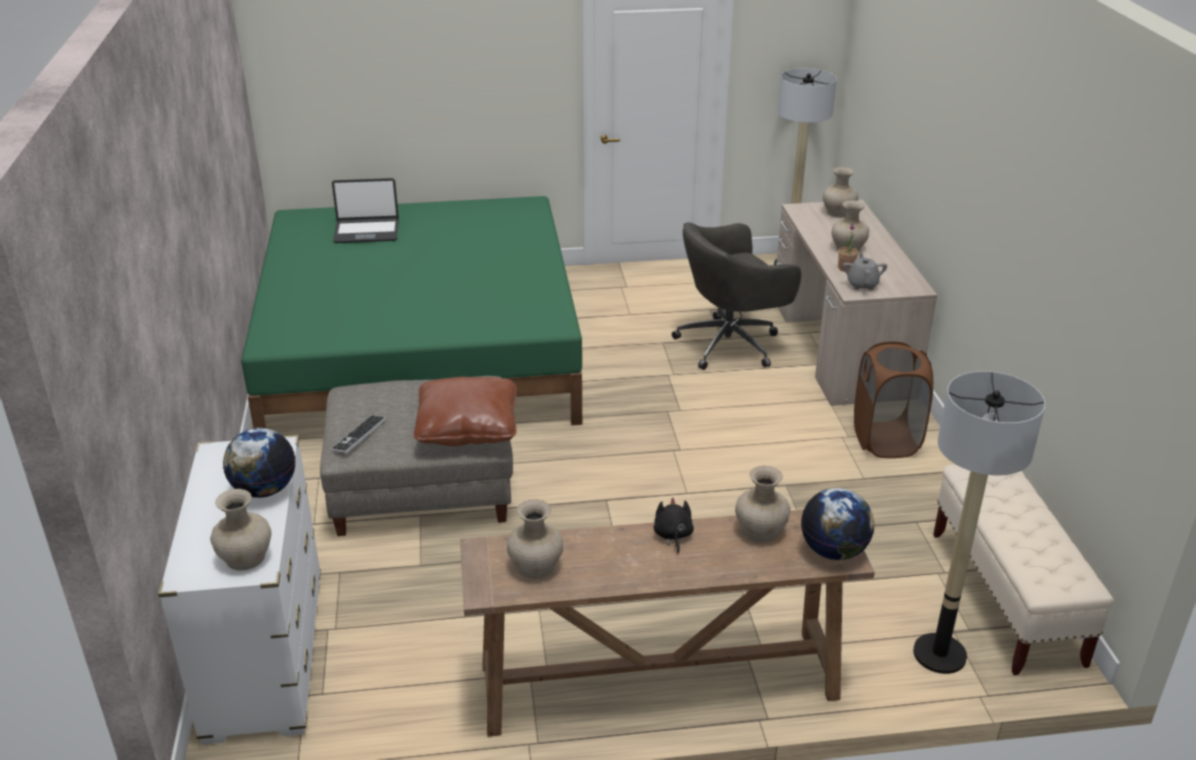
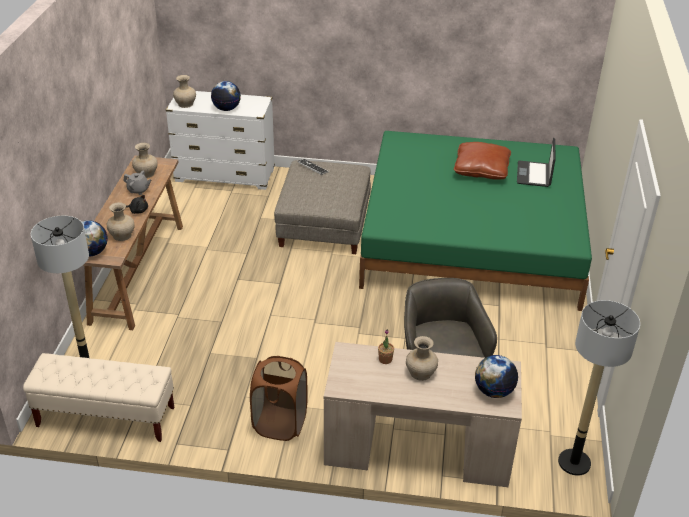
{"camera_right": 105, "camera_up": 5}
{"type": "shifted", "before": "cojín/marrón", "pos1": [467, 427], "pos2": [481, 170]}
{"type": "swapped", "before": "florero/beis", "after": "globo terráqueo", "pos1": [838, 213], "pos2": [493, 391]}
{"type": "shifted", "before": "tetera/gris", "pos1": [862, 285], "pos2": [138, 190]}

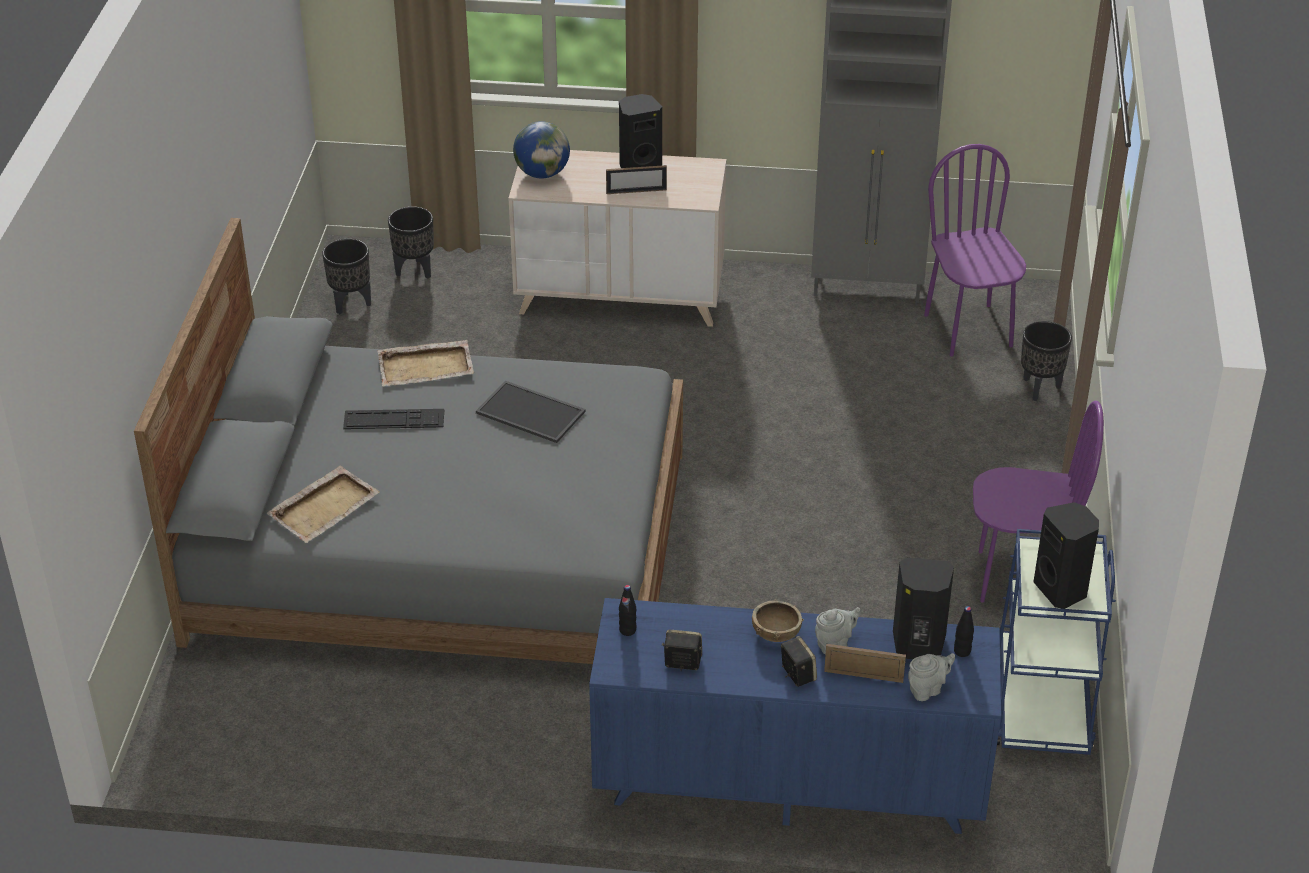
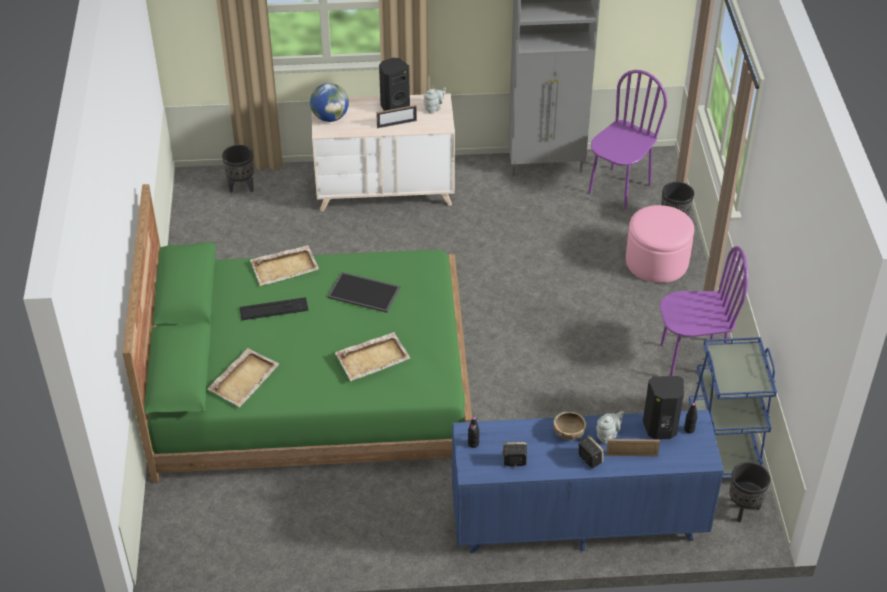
{"camera_right": -10, "camera_up": 5}
{"type": "repainted", "before": "cama/gris", "after": "cama/verde", "pos1": [440, 545], "pos2": [310, 386]}
{"type": "shifted", "before": "maceta/negro", "pos1": [351, 303], "pos2": [743, 509]}
{"type": "shifted", "before": "tetera/gris", "pos1": [927, 689], "pos2": [434, 108]}
{"type": "rotated", "before": "silla/morado", "pos1": [969, 330], "pos2": [619, 188], "turn": 60}
{"type": "gone", "before": "altavoz/negro", "pos1": [1062, 590]}
{"type": "new", "after": "bandeja/beis", "pos2": [373, 358]}
{"type": "new", "after": "puf/rosa", "pos2": [657, 261]}

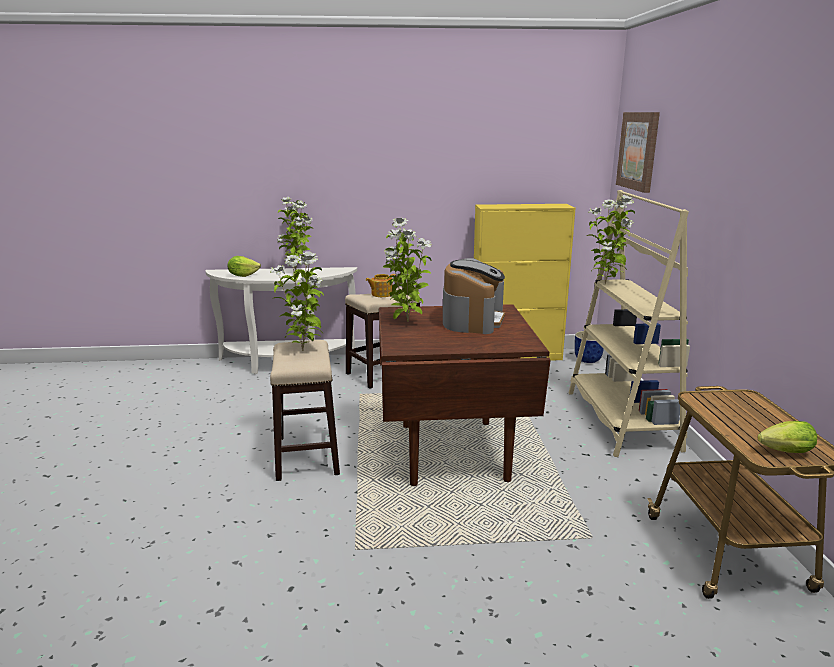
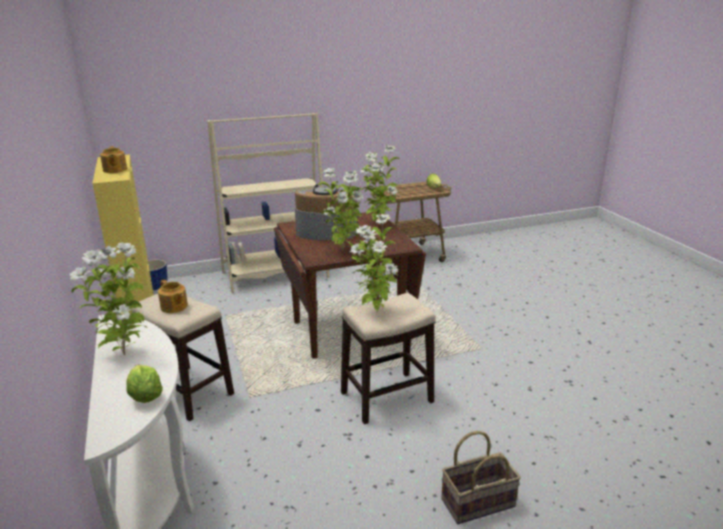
{"camera_right": -105, "camera_up": 5}
{"type": "shifted", "before": "planta en maceta", "pos1": [606, 284], "pos2": [378, 224]}
{"type": "gone", "before": "cuadro", "pos1": [638, 151]}
{"type": "new", "after": "tetera", "pos2": [114, 170]}
{"type": "new", "after": "cesta", "pos2": [477, 501]}

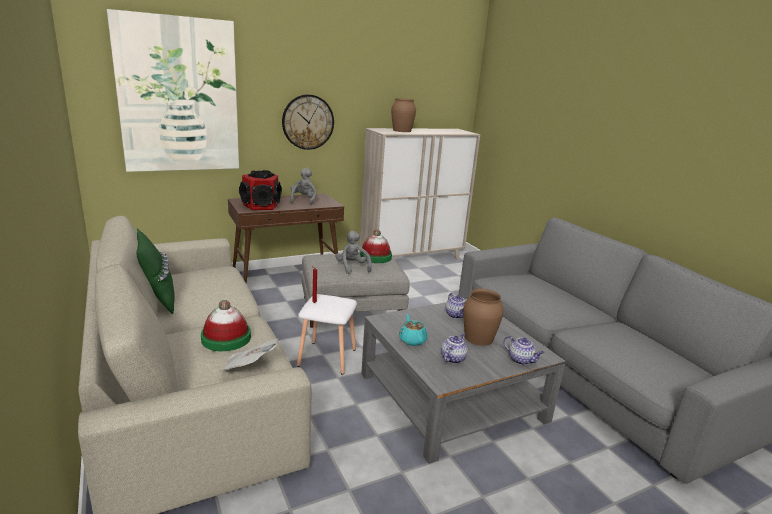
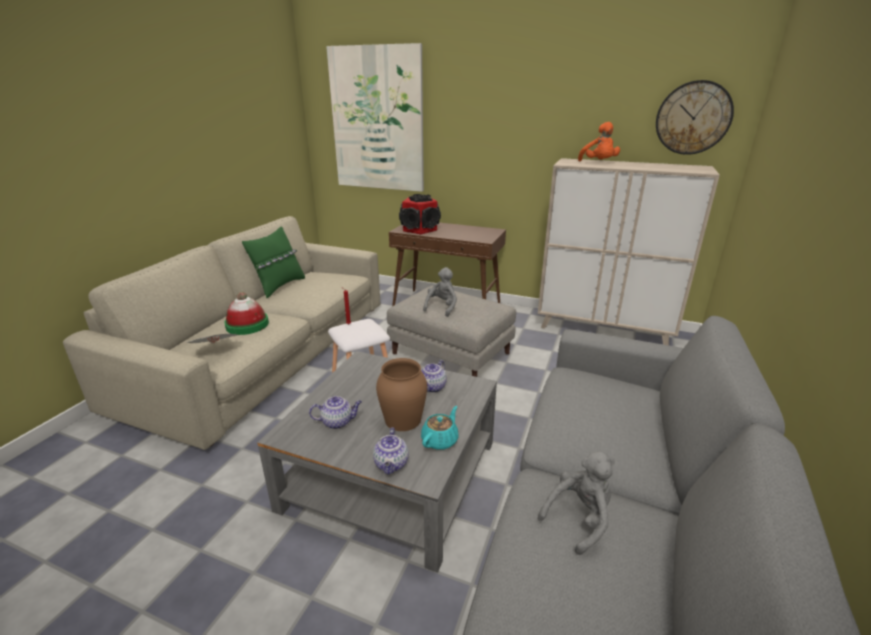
{"camera_right": 50, "camera_up": 5}
{"type": "shifted", "before": "reloj de pared", "pos1": [308, 122], "pos2": [693, 118]}
{"type": "shifted", "before": "peluche/gris", "pos1": [303, 200], "pos2": [579, 518]}
{"type": "gone", "before": "sombrero", "pos1": [375, 257]}
{"type": "swapped", "before": "florero/marrón", "after": "peluche/naranja", "pos1": [402, 130], "pos2": [598, 163]}
{"type": "shifted", "before": "tetera/turquesa", "pos1": [412, 340], "pos2": [440, 440]}

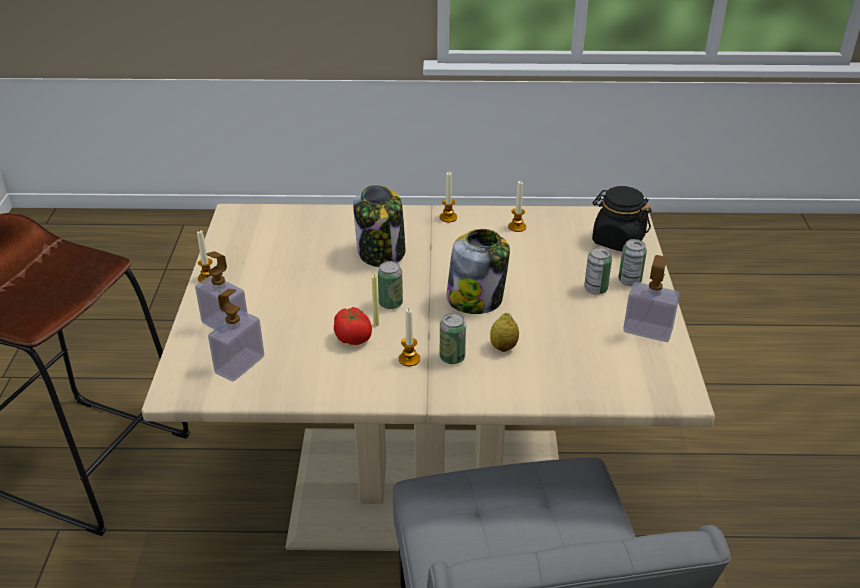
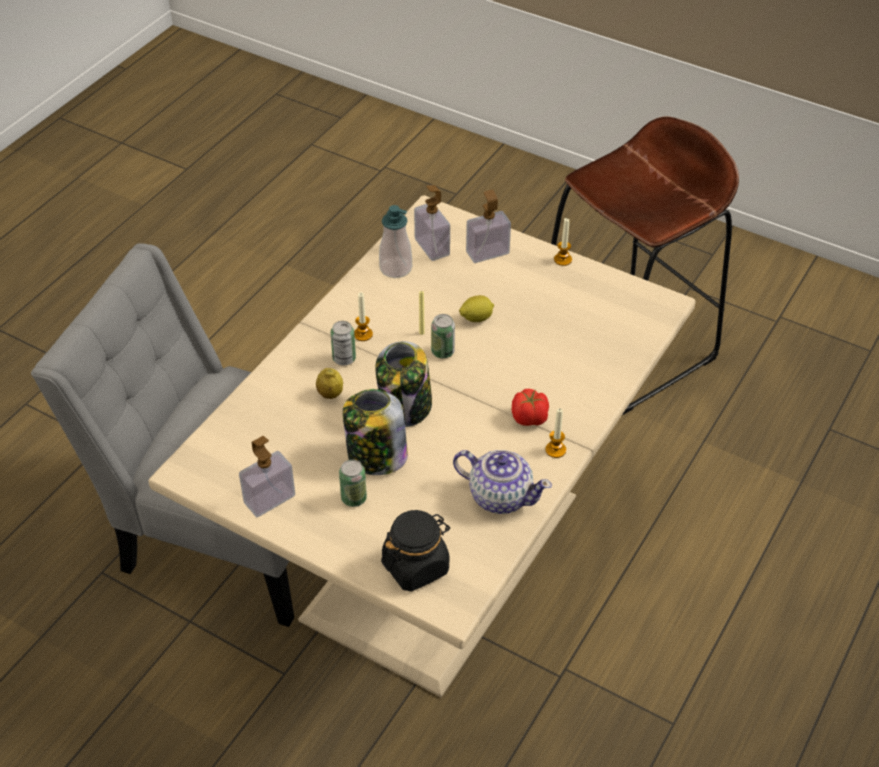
{"camera_right": 120, "camera_up": 10}
{"type": "shifted", "before": "tomate", "pos1": [353, 338], "pos2": [530, 418]}
{"type": "shifted", "before": "tarro", "pos1": [381, 253], "pos2": [376, 457]}
{"type": "swapped", "before": "vela", "after": "tetera", "pos1": [517, 227], "pos2": [500, 496]}
{"type": "gone", "before": "lata", "pos1": [629, 281]}
{"type": "new", "after": "dispensador de jabón", "pos2": [395, 268]}
{"type": "new", "after": "limón", "pos2": [476, 318]}

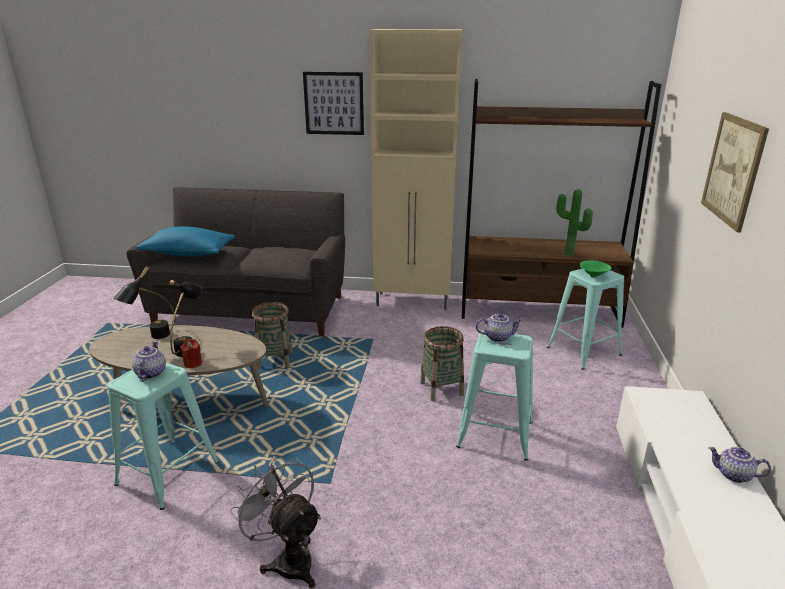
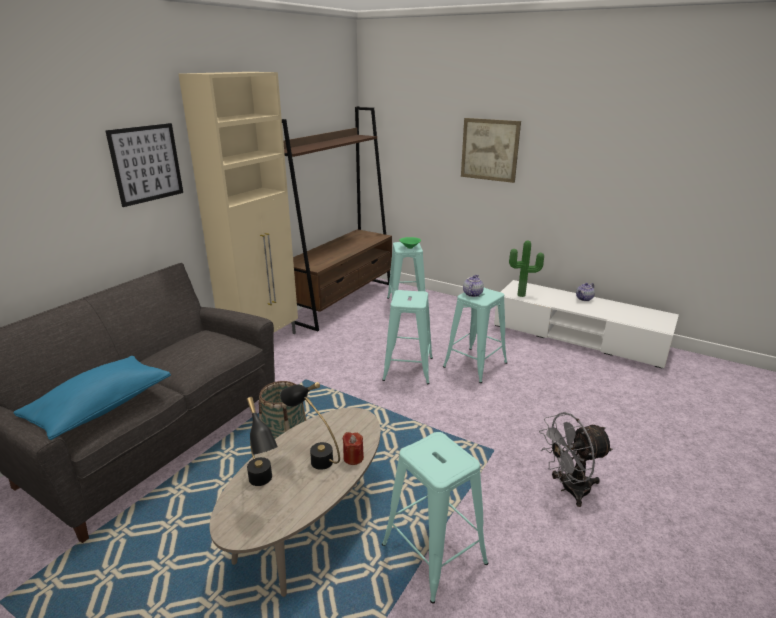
{"camera_right": -65, "camera_up": 0}
{"type": "gone", "before": "tetera", "pos1": [150, 373]}
{"type": "swapped", "before": "cesta", "after": "taburete/turquesa", "pos1": [441, 388], "pos2": [408, 369]}
{"type": "shifted", "before": "planta en maceta", "pos1": [568, 254], "pos2": [522, 295]}

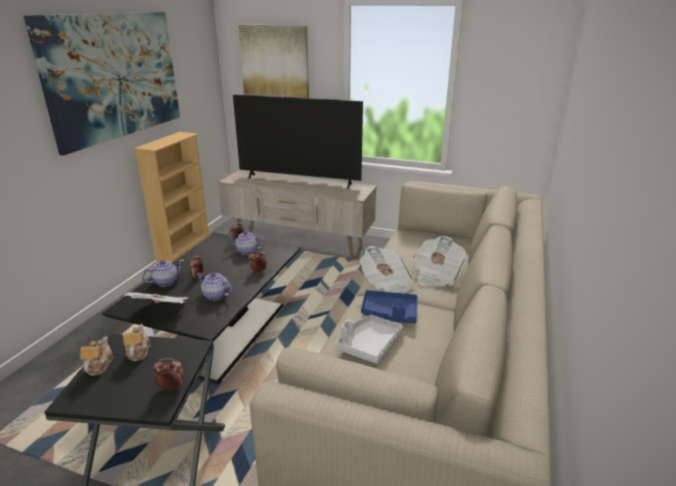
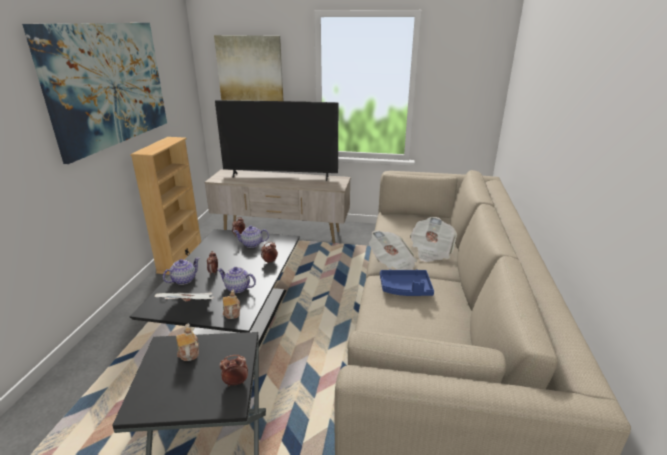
{"camera_right": -10, "camera_up": 0}
{"type": "shifted", "before": "tetera", "pos1": [98, 366], "pos2": [232, 312]}
{"type": "gone", "before": "bandeja/gris", "pos1": [369, 344]}

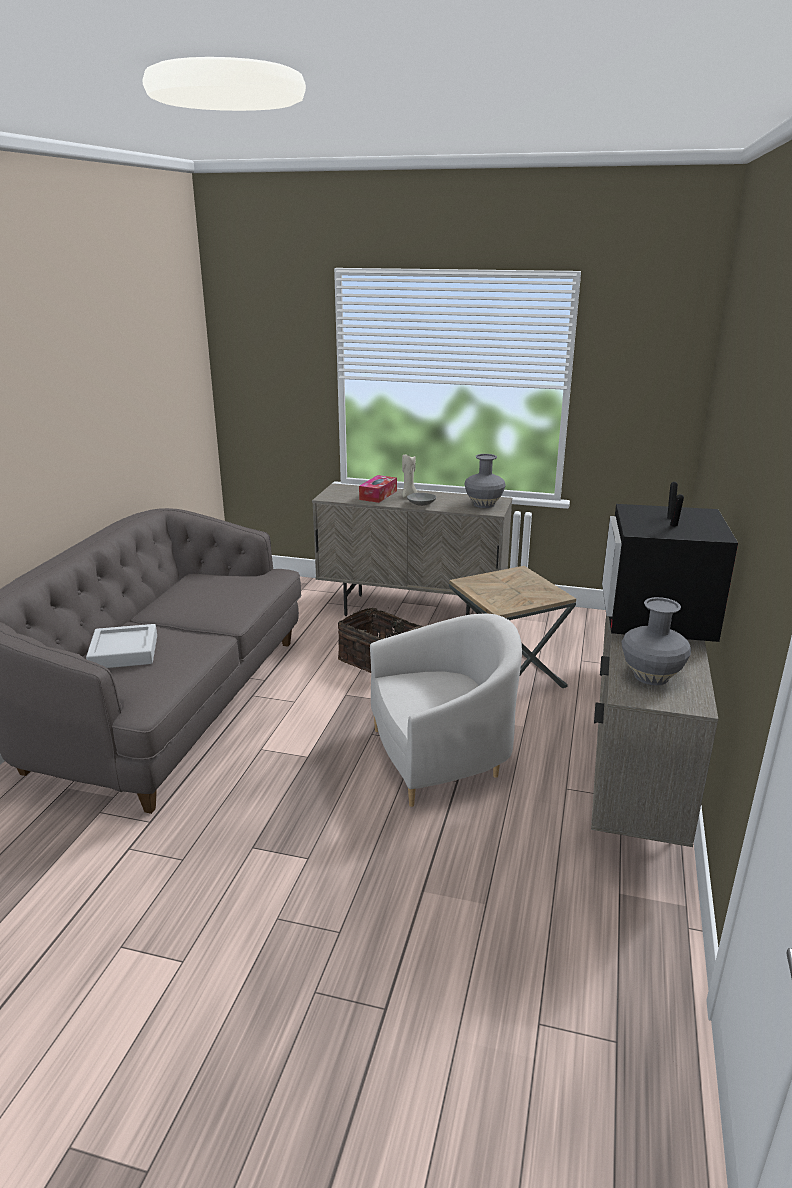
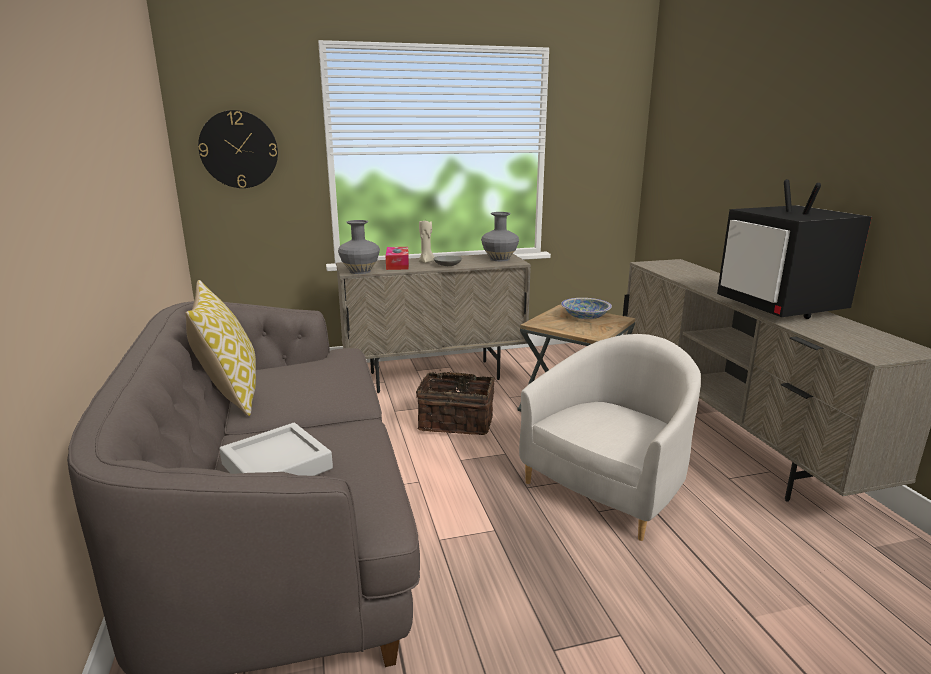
{"camera_right": -30, "camera_up": -5}
{"type": "shifted", "before": "florero/gris", "pos1": [652, 676], "pos2": [360, 271]}
{"type": "new", "after": "cojín", "pos2": [230, 394]}
{"type": "new", "after": "reloj de pared", "pos2": [239, 149]}
{"type": "new", "after": "cuenco", "pos2": [585, 317]}

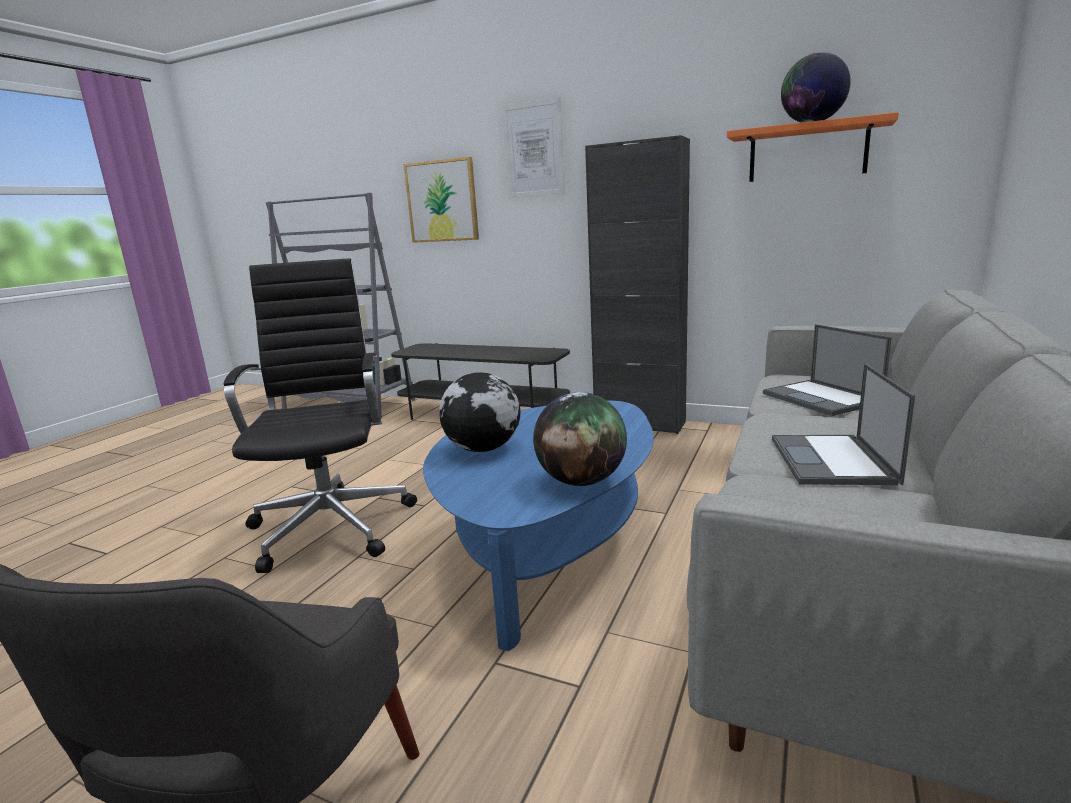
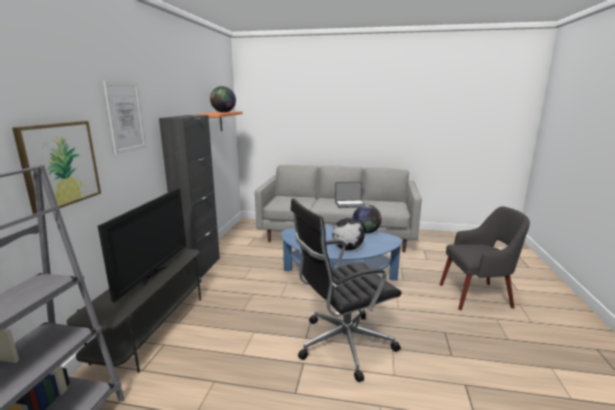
{"camera_right": -105, "camera_up": 0}
{"type": "gone", "before": "portátil", "pos1": [822, 398]}
{"type": "new", "after": "televisor", "pos2": [153, 275]}

